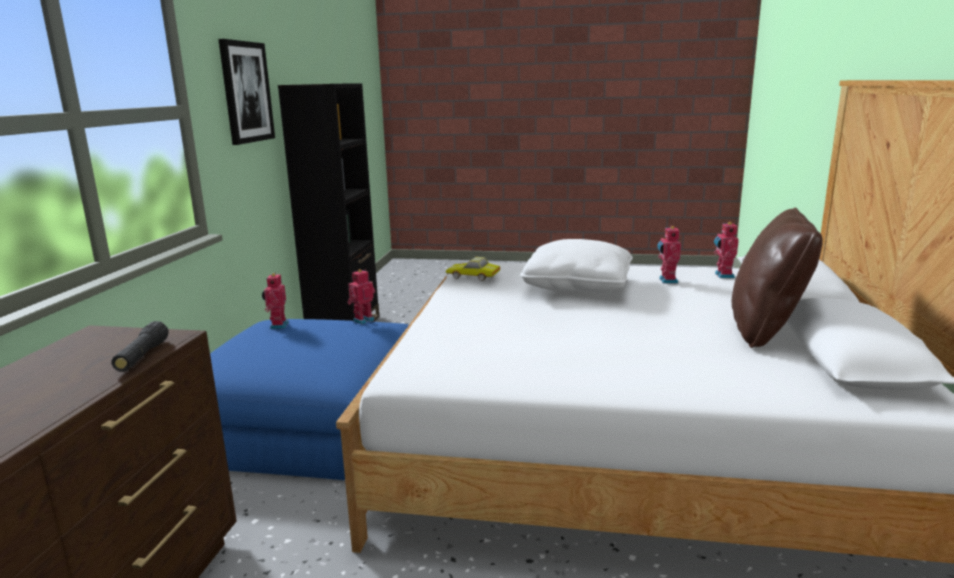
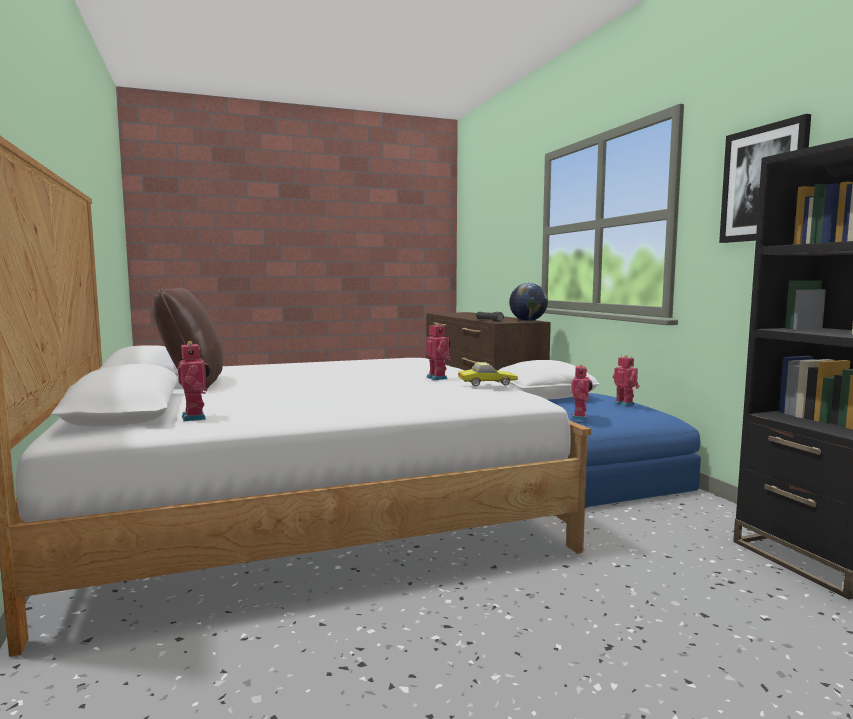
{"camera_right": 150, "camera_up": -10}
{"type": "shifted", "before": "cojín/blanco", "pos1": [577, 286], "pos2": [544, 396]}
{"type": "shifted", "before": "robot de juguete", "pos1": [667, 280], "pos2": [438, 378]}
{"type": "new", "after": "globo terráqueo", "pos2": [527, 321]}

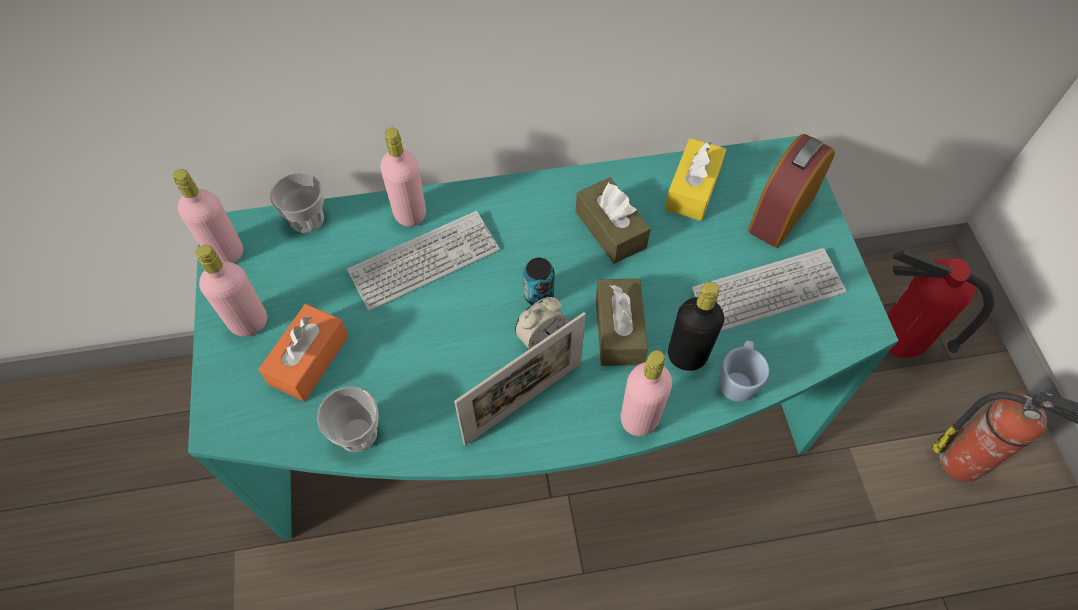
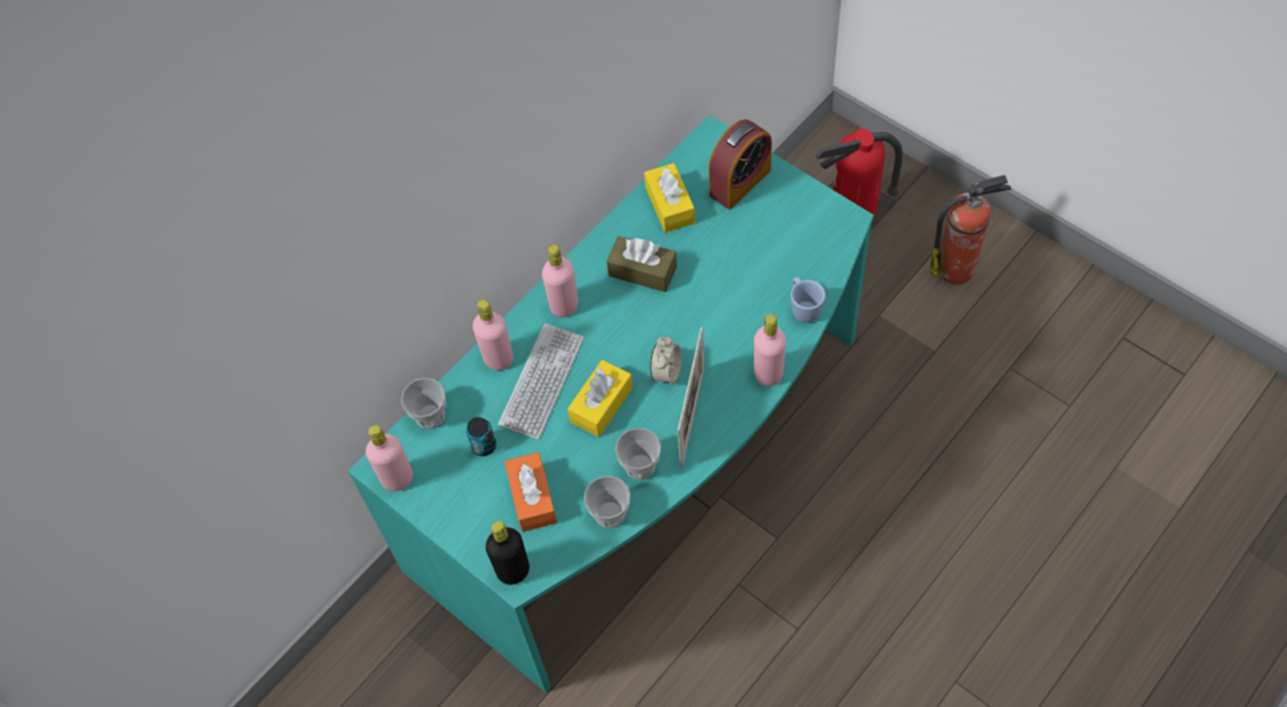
{"camera_right": -35, "camera_up": 0}
{"type": "shifted", "before": "botella/rosa", "pos1": [249, 322], "pos2": [564, 306]}
{"type": "shifted", "before": "lata", "pos1": [538, 295], "pos2": [484, 446]}
{"type": "gone", "before": "caja de pañuelos/marrón", "pos1": [619, 330]}
{"type": "shifted", "before": "botella/negro", "pos1": [687, 356], "pos2": [513, 571]}
{"type": "gone", "before": "teclado", "pos1": [768, 292]}
{"type": "rotated", "before": "despertador", "pos1": [781, 214], "pos2": [740, 182], "turn": -135}
{"type": "new", "after": "caja de pañuelos/amarillo", "pos2": [601, 404]}
{"type": "new", "after": "taza", "pos2": [640, 466]}

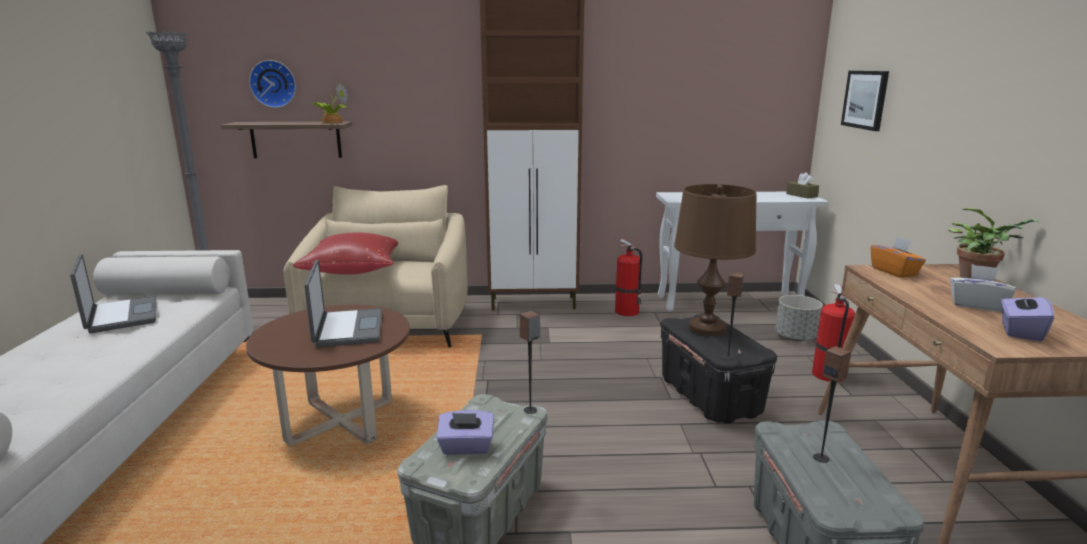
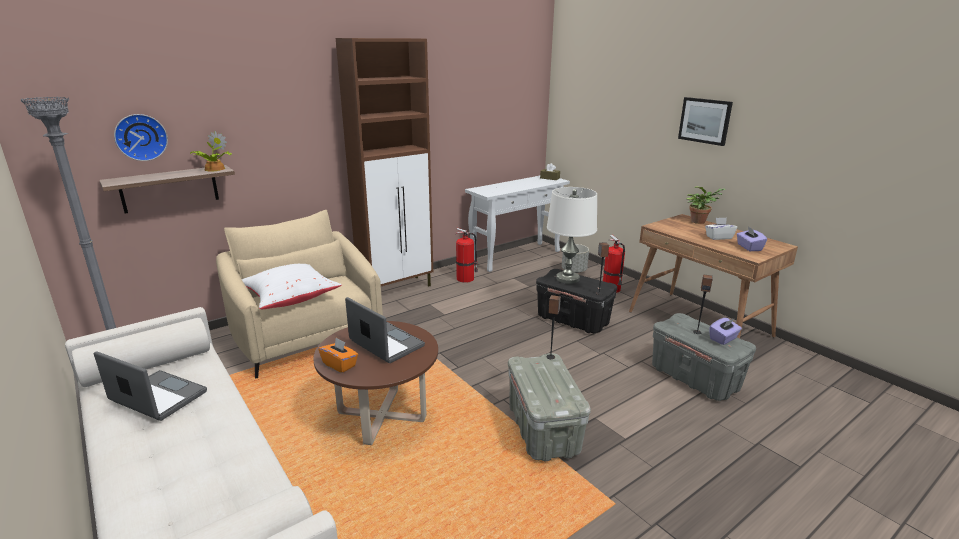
{"camera_right": -35, "camera_up": 5}
{"type": "repainted", "before": "cojín/rojo", "after": "cojín/blanco", "pos1": [354, 270], "pos2": [290, 298]}
{"type": "shifted", "before": "caja de pañuelos/morado", "pos1": [466, 447], "pos2": [723, 339]}
{"type": "repainted", "before": "lámpara de mesa/marrón", "after": "lámpara de mesa/blanco", "pos1": [707, 328], "pos2": [567, 278]}
{"type": "shifted", "before": "cuadro", "pos1": [865, 99], "pos2": [705, 121]}
{"type": "shifted", "before": "caja de pañuelos/naranja", "pos1": [894, 272], "pos2": [340, 364]}

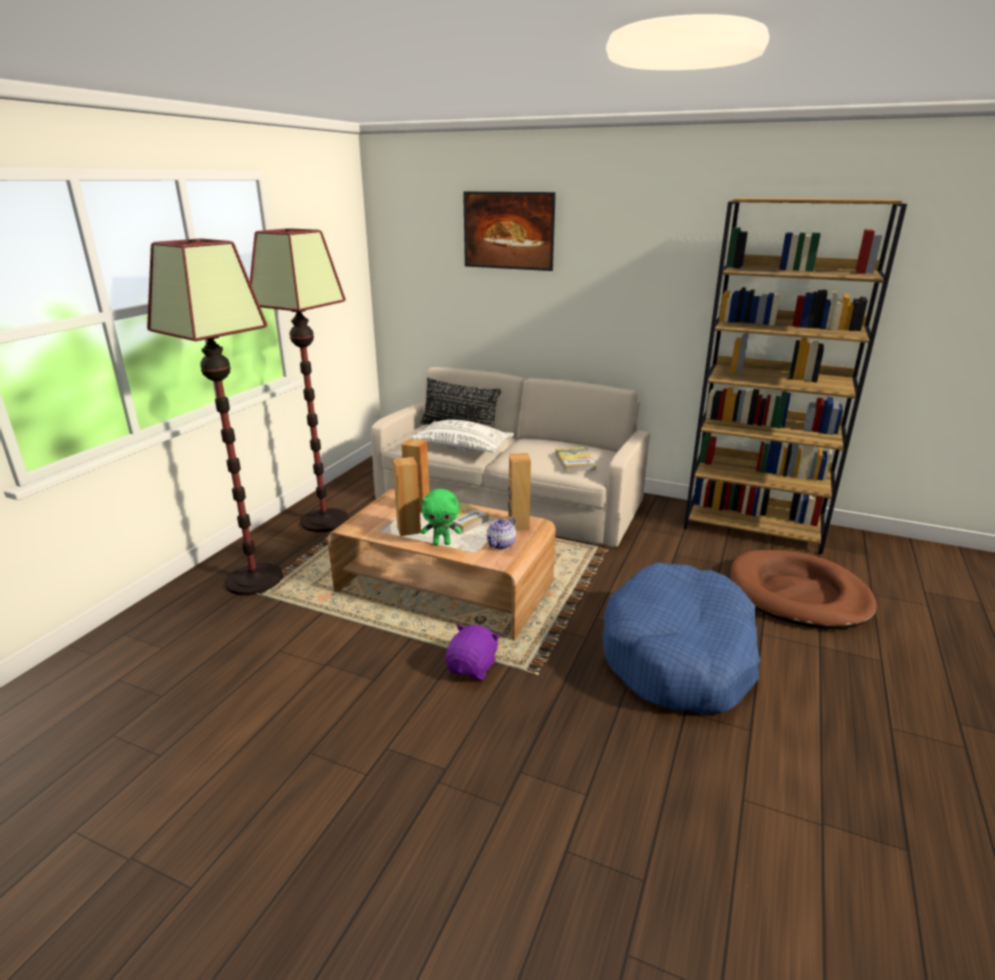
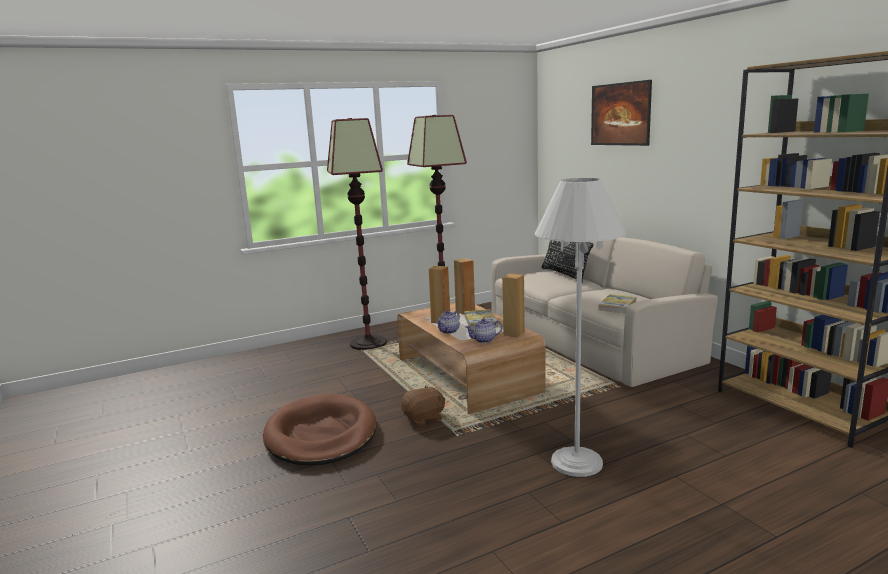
{"camera_right": 40, "camera_up": -10}
{"type": "gone", "before": "cojín/blanco", "pos1": [462, 448]}
{"type": "swapped", "before": "peluche/verde", "after": "tetera", "pos1": [442, 543], "pos2": [449, 331]}
{"type": "repainted", "before": "peluche/morado", "after": "peluche/marrón", "pos1": [472, 667], "pos2": [424, 418]}
{"type": "swapped", "before": "cama para perro/azul", "after": "lámpara de pie/blanco", "pos1": [679, 655], "pos2": [576, 462]}
{"type": "shifted", "before": "cama para perro/marrón", "pos1": [798, 594], "pos2": [321, 435]}

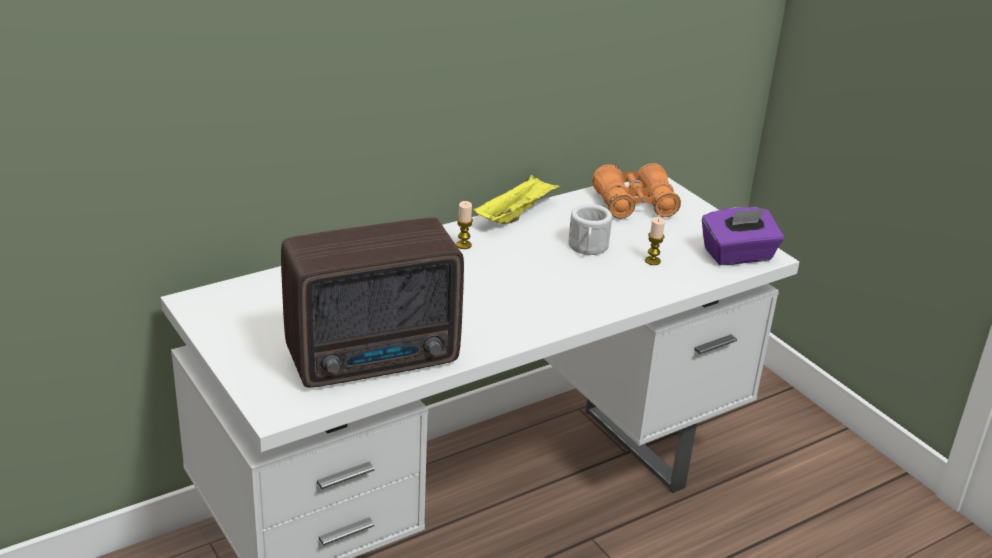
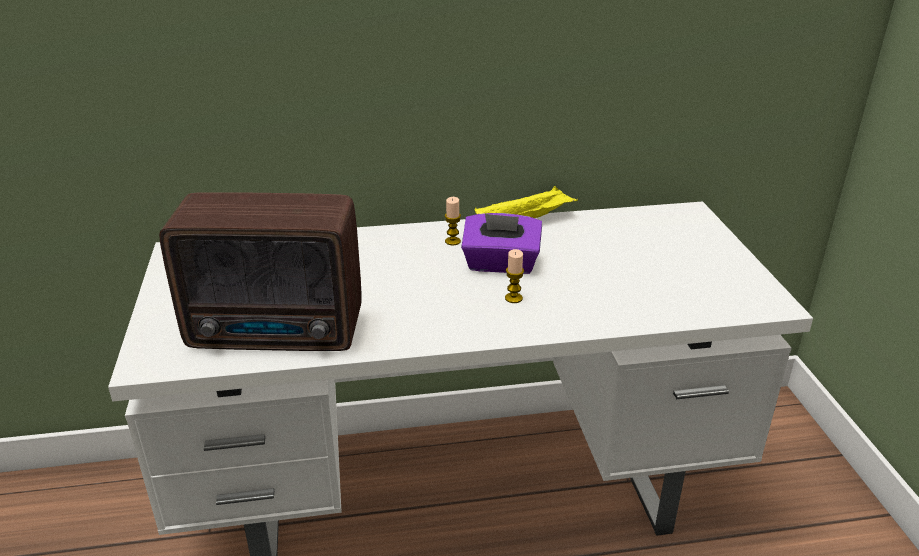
{"camera_right": 25, "camera_up": 0}
{"type": "gone", "before": "taza grande/blanco", "pos1": [588, 248]}
{"type": "gone", "before": "prismáticos/naranja", "pos1": [634, 205]}
{"type": "shifted", "before": "vela", "pos1": [652, 261], "pos2": [513, 298]}
{"type": "shifted", "before": "caja de pañuelos/morado", "pos1": [738, 255], "pos2": [501, 264]}

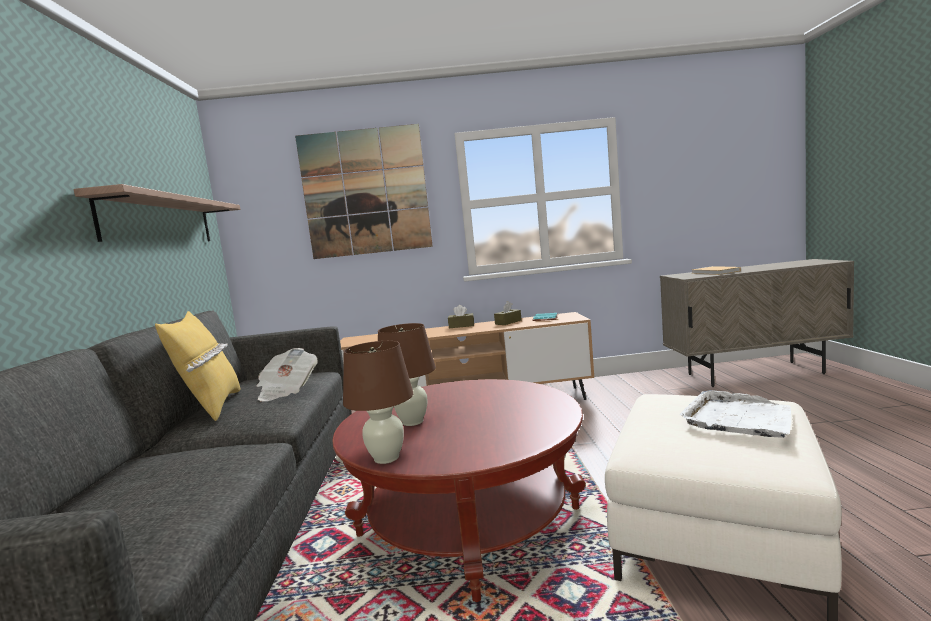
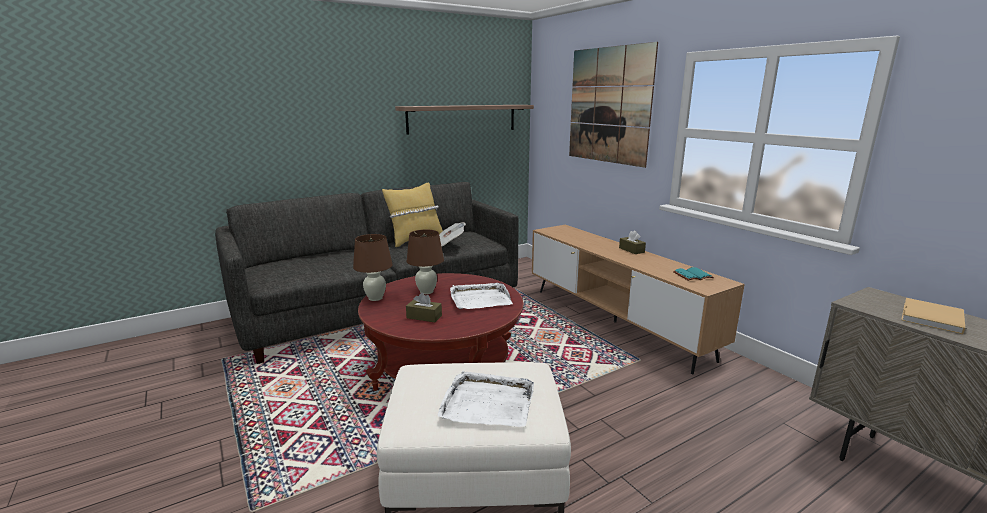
{"camera_right": 60, "camera_up": 10}
{"type": "shifted", "before": "caja de pañuelos/marrón", "pos1": [508, 322], "pos2": [424, 317]}
{"type": "new", "after": "bandeja/blanco", "pos2": [479, 299]}

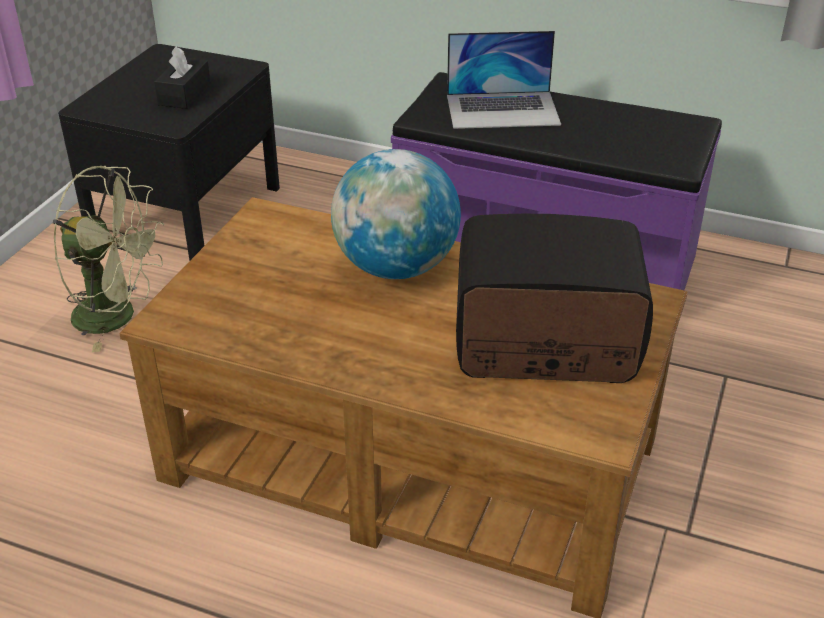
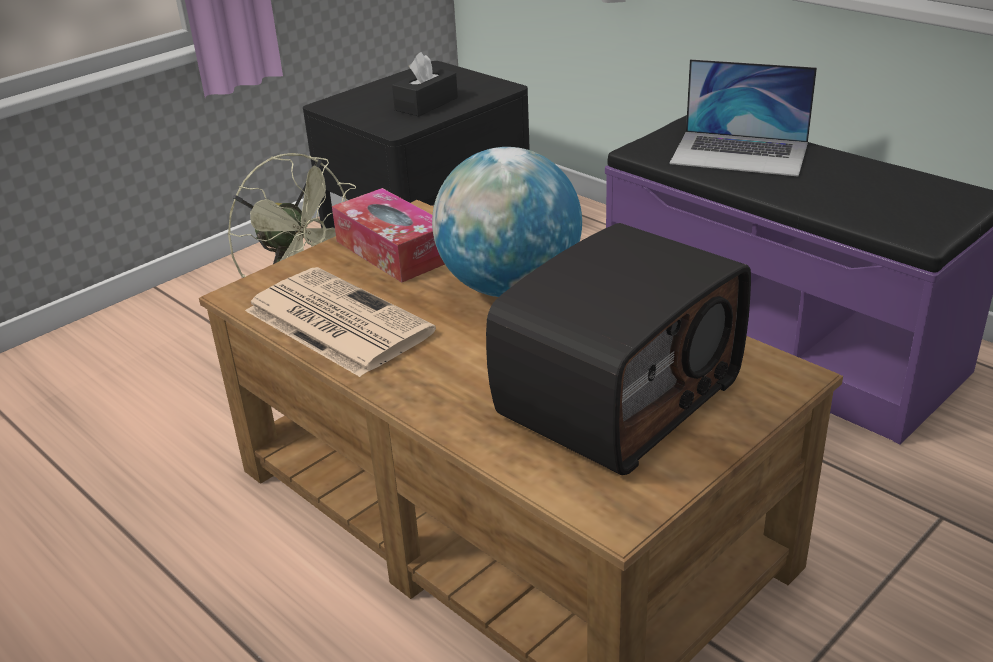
{"camera_right": 25, "camera_up": -5}
{"type": "rotated", "before": "radio", "pos1": [543, 344], "pos2": [617, 396], "turn": 105}
{"type": "new", "after": "periódico", "pos2": [335, 321]}
{"type": "new", "after": "caja de pañuelos", "pos2": [393, 251]}

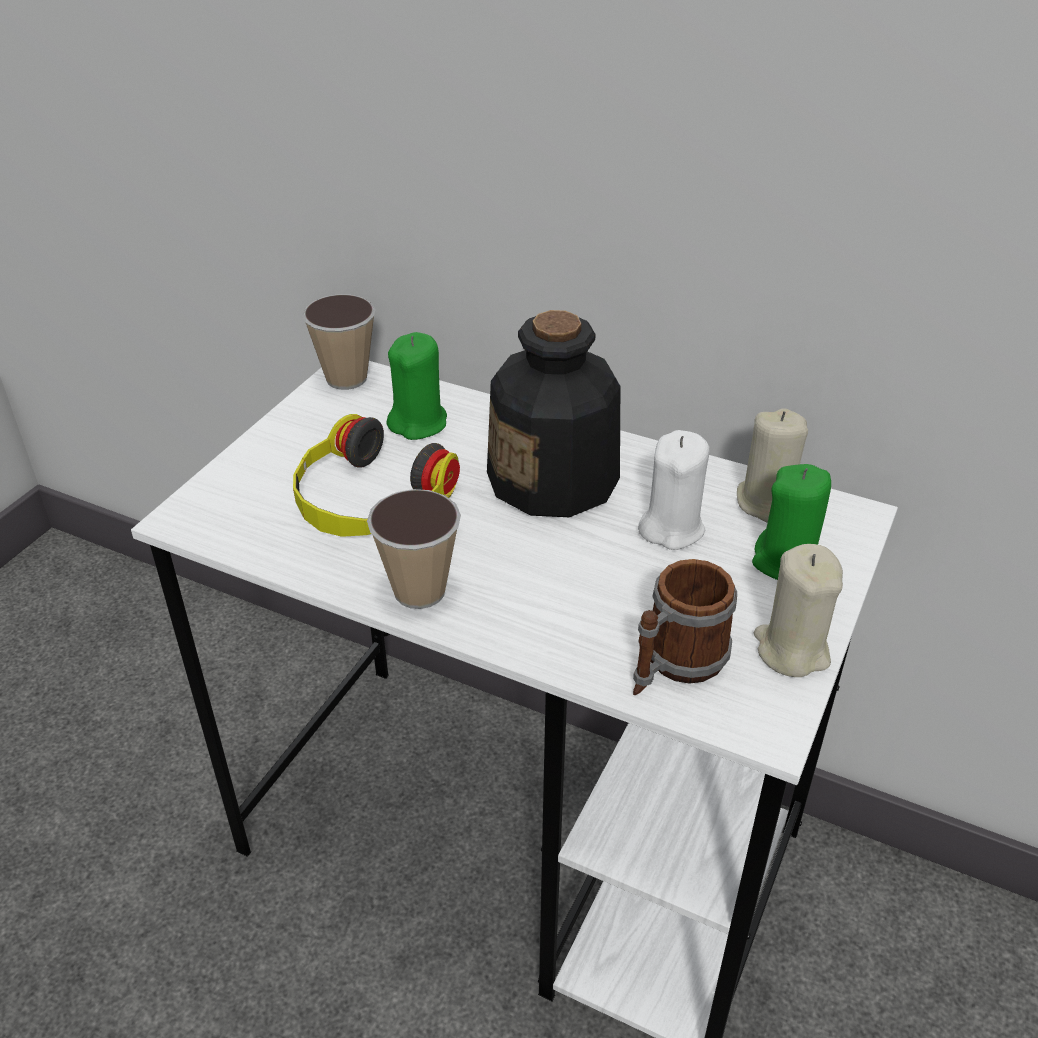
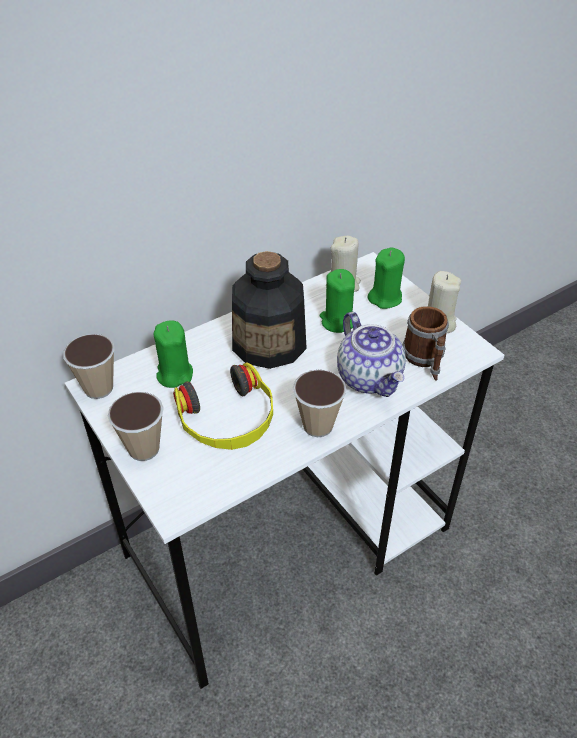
{"camera_right": -60, "camera_up": 5}
{"type": "repainted", "before": "vela/blanco", "after": "vela/verde", "pos1": [671, 528], "pos2": [337, 321]}
{"type": "new", "after": "taza", "pos2": [144, 449]}
{"type": "new", "after": "tetera", "pos2": [370, 378]}

